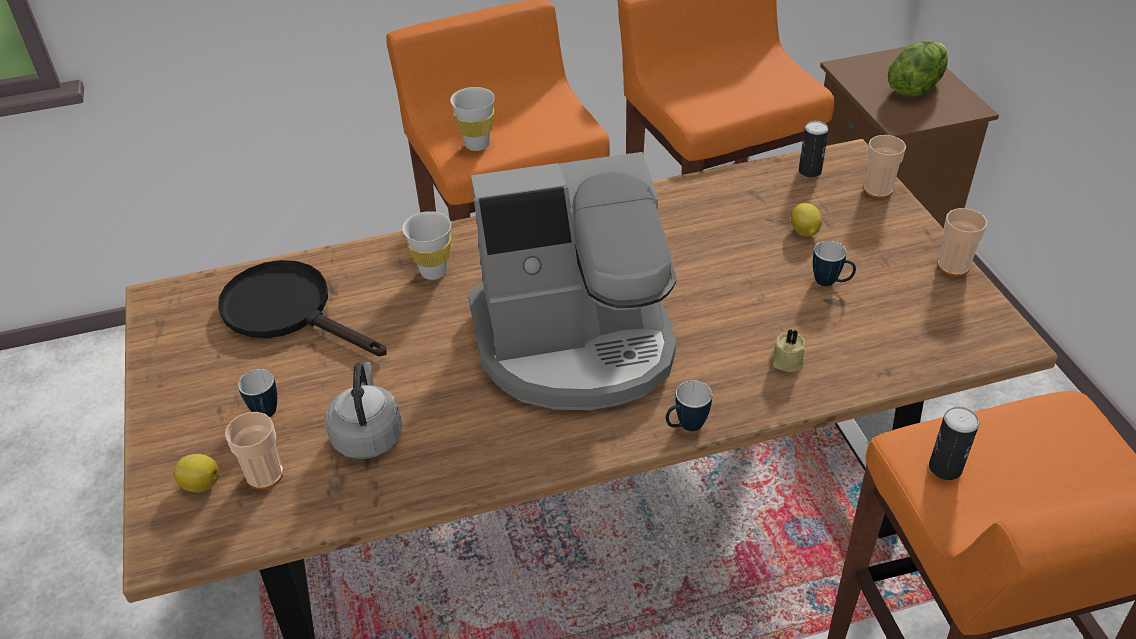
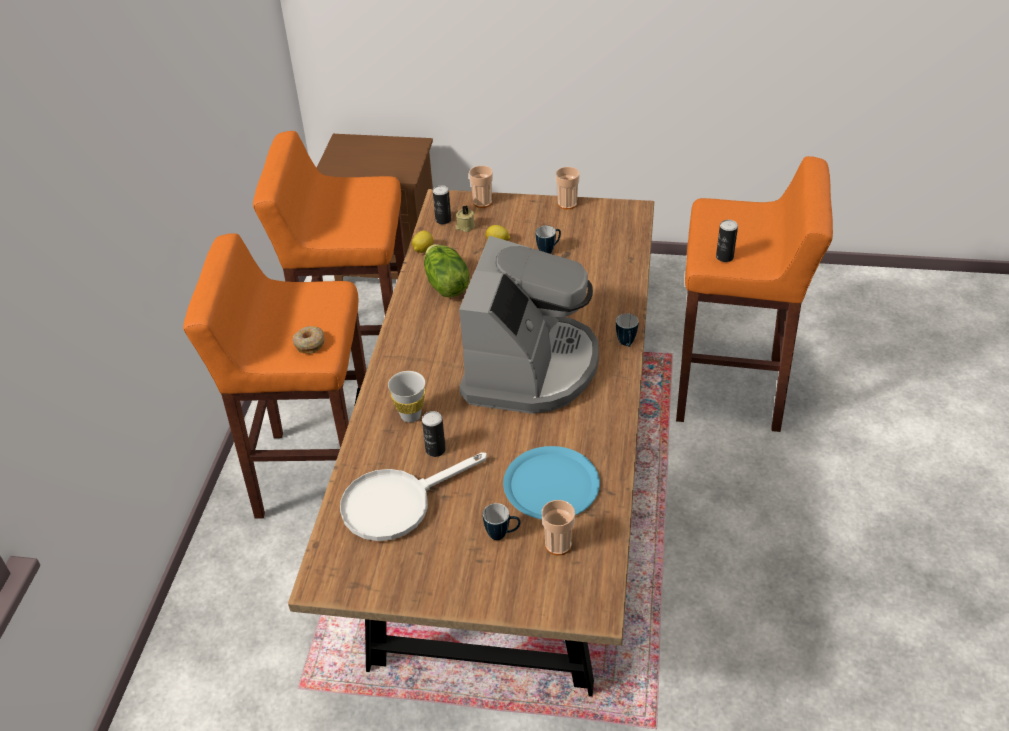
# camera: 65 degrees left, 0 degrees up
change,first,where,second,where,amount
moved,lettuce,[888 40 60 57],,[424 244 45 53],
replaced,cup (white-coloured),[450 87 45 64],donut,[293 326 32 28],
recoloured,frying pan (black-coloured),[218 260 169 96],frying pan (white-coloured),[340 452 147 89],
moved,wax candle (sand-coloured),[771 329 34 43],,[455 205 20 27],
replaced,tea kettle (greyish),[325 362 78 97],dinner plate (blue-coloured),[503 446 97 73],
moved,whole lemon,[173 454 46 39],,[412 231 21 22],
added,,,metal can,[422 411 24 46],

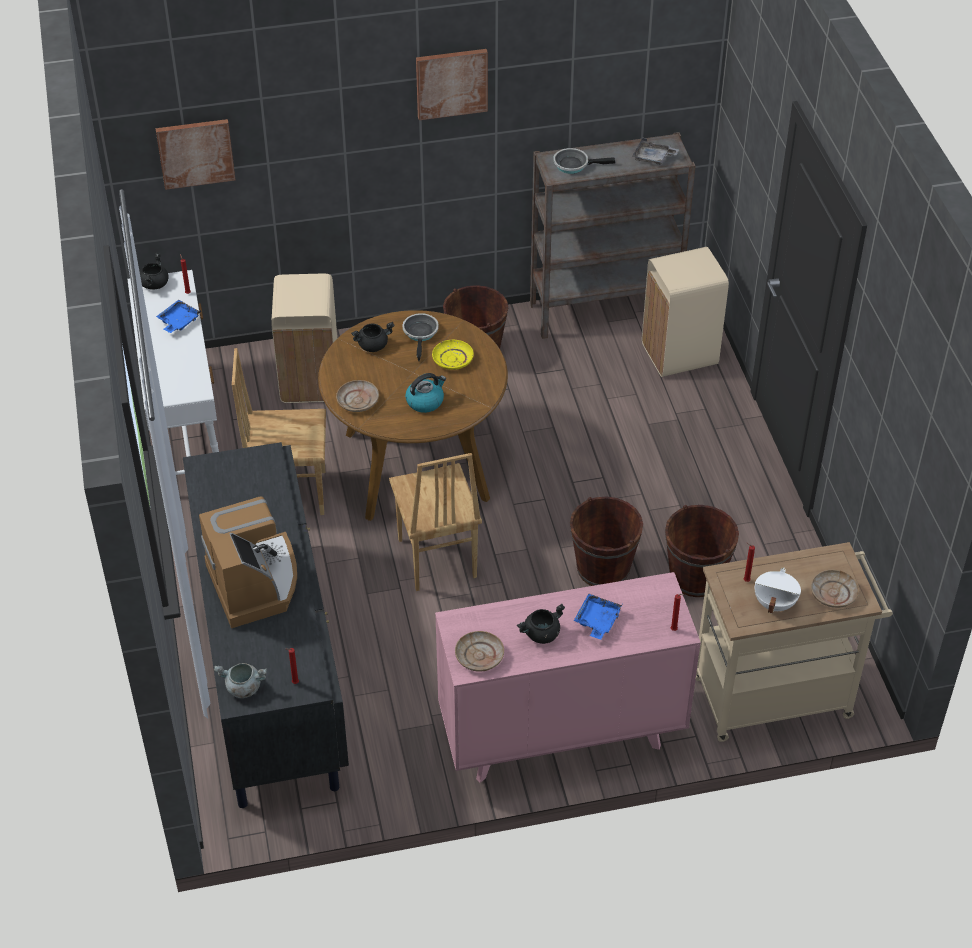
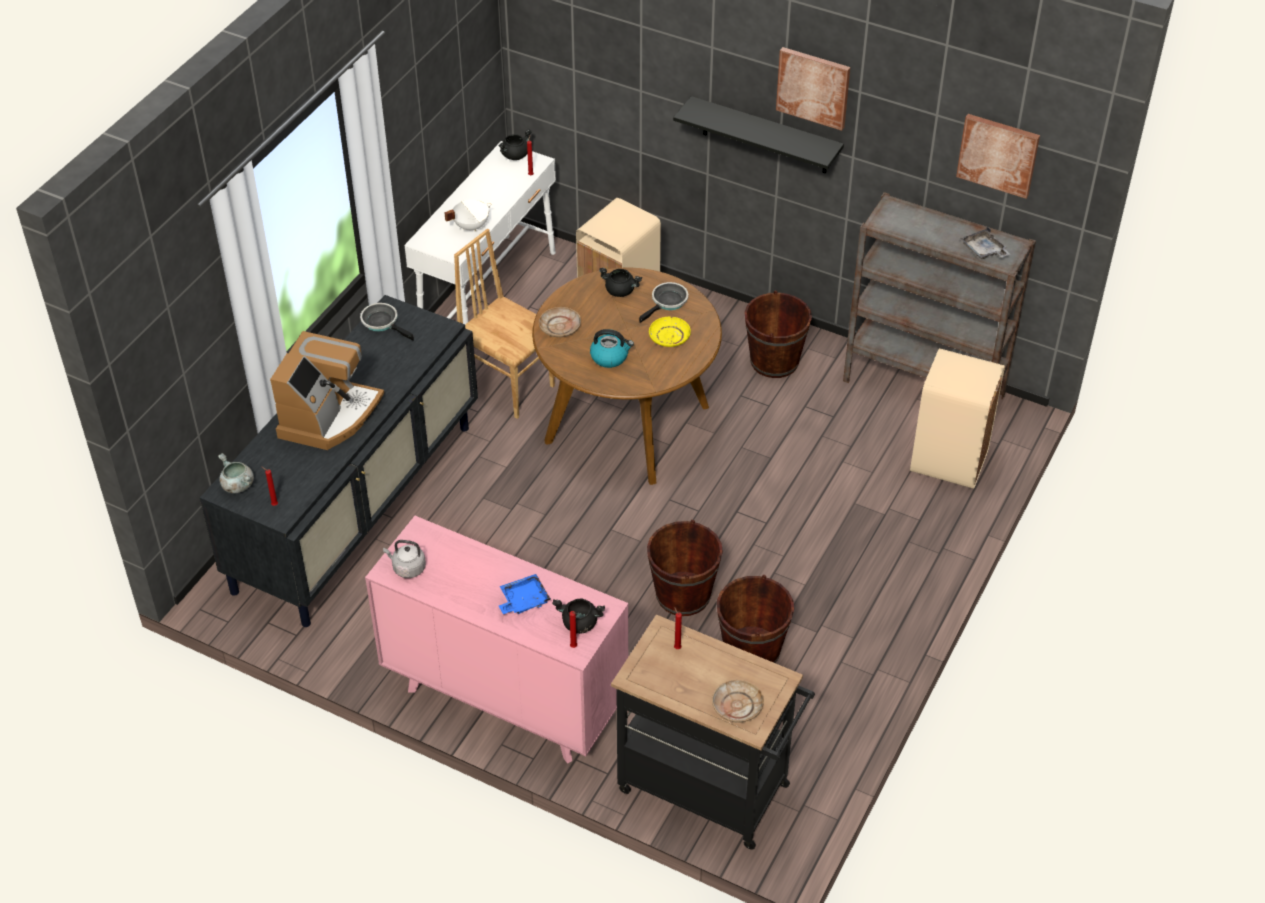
# camera: 40 degrees right, 0 degrees up
change,first,where,second,where,amount
moved,wall picture,[155 119 80 71],,[956 114 84 85],
moved,frying pan,[553 148 62 26],,[360 303 54 37],
removed,tray (blue-coloured),[156 300 45 33],,,
removed,plain chair (brownish),[389 453 93 138],,,
recoloured,trolley (sand-coloured),[696 542 197 200],trolley (black-coloured),[611 615 204 235],
moved,cooking pot (white-coloured),[755 567 46 47],,[444 199 48 32],
moved,cooking pot (black-coloured),[517 603 48 41],,[552 599 53 35],
replaced,dinner plate (sand-coloured),[455 631 49 41],tea kettle (greyish),[383 540 43 38],
added,,,shelf (black-coloured),[673 96 171 77],

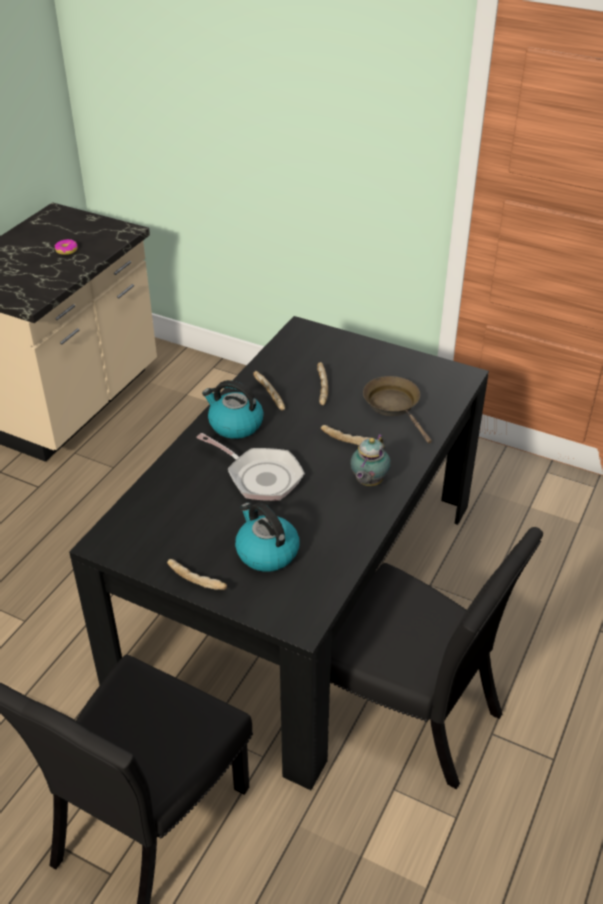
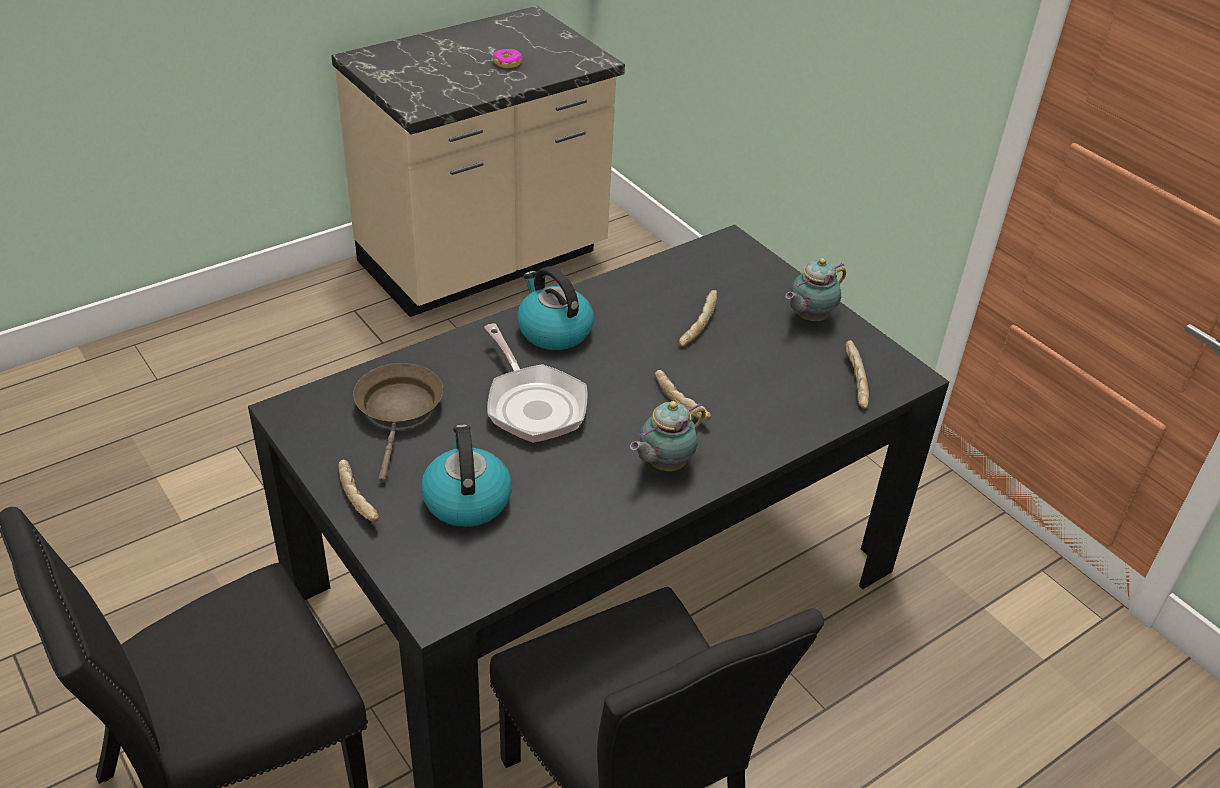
# camera: 25 degrees right, 0 degrees up
change,first,where,second,where,amount
moved,bakery bread,[253 371 32 39],,[845 340 24 68],
moved,frying pan (brownish),[363 376 69 67],,[353 363 90 120],
added,,,teapot,[785 258 61 63],

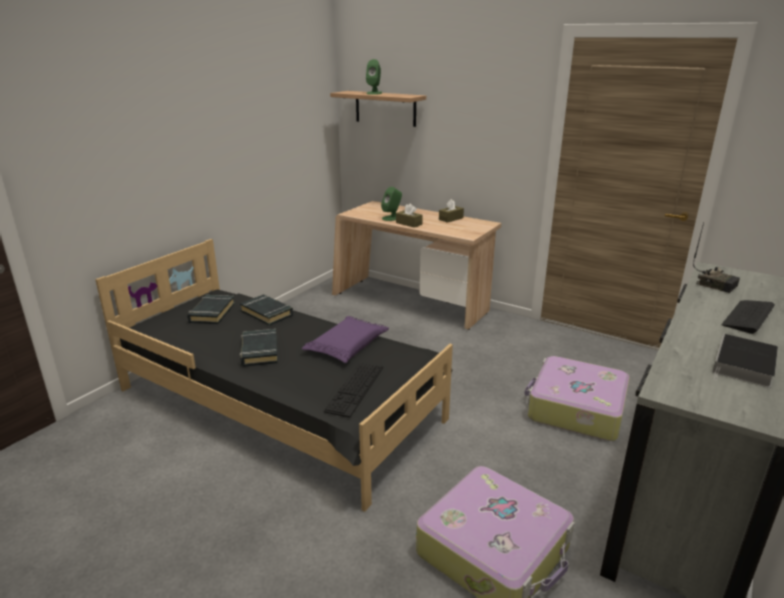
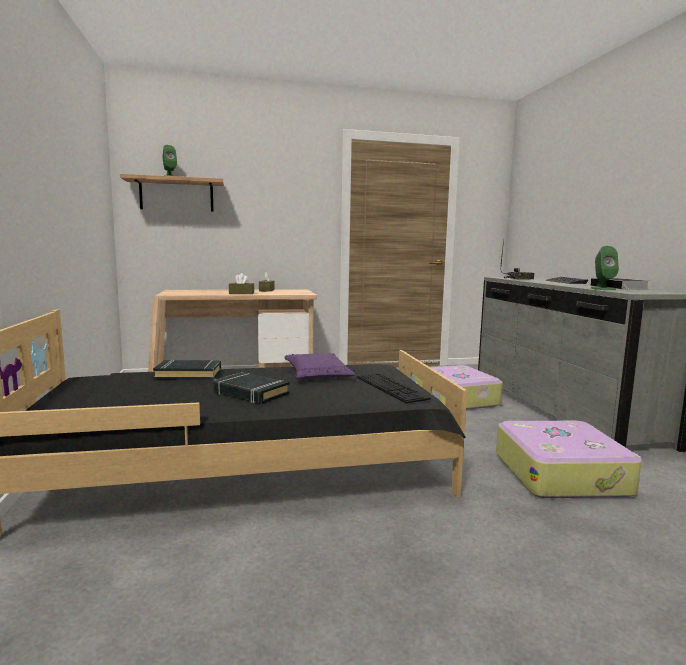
# camera: 45 degrees left, 15 degrees down
change,first,where,second,where,amount
moved,audio speaker (green),[381 187 21 34],,[591 246 28 44],
removed,volume (black-coloured),[187 295 48 29],,,

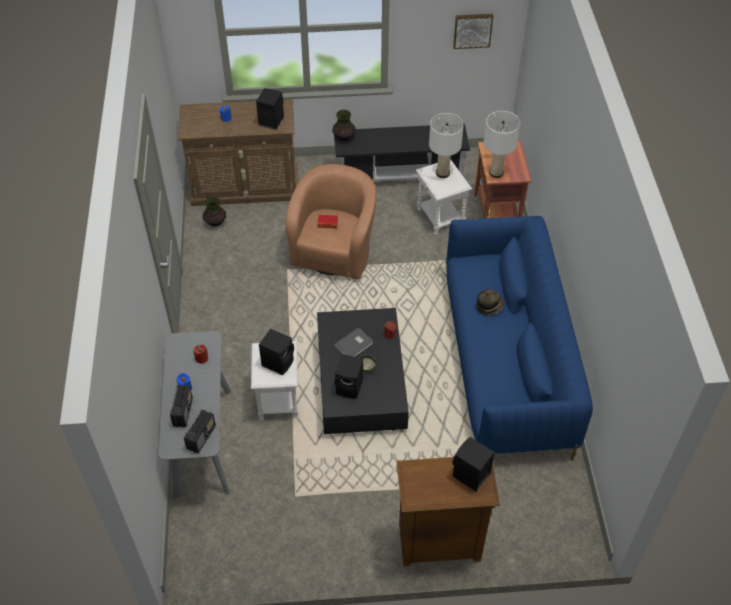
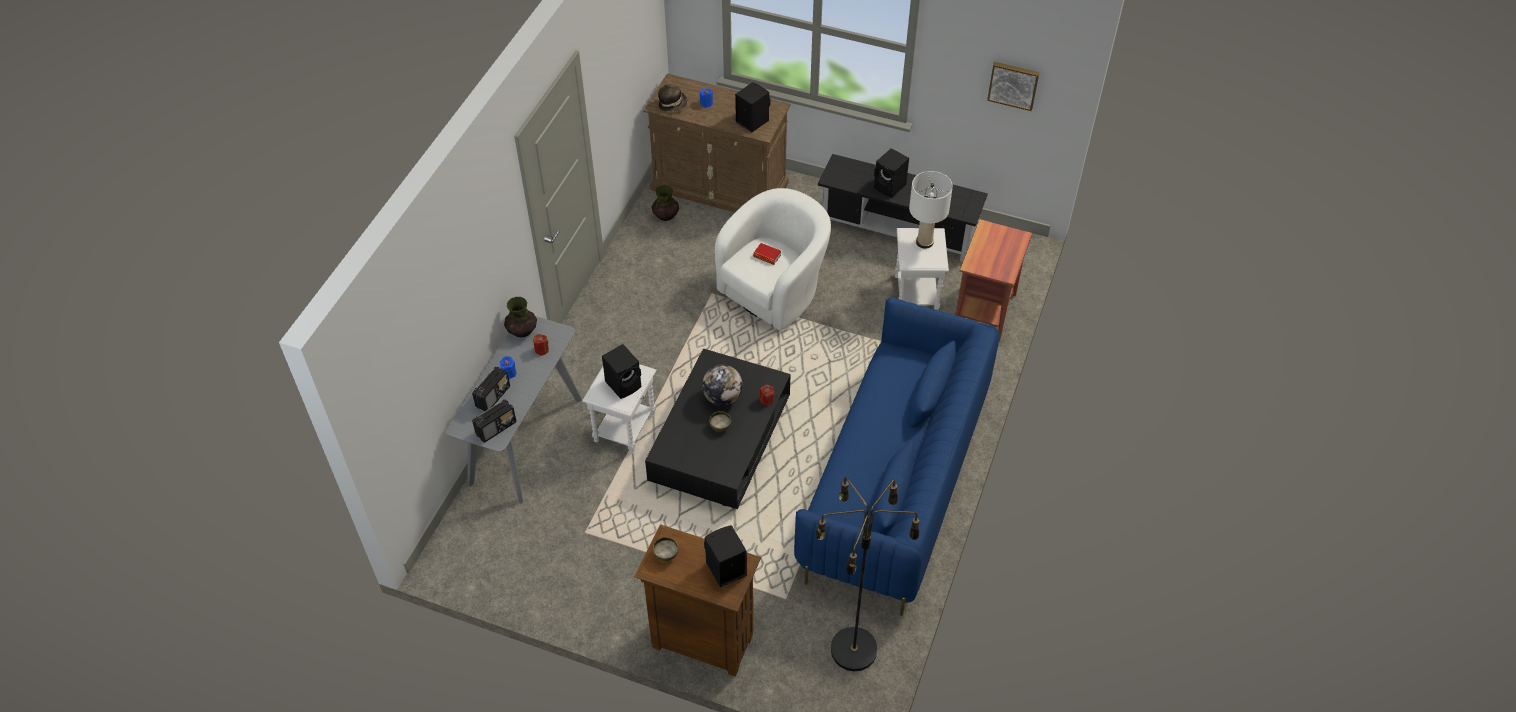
# camera: 25 degrees right, 0 degrees up
change,first,where,second,where,amount
moved,flower vase,[332 110 24 31],,[504 297 33 40],
removed,tabletop lamp (white-coloured),[484 111 36 67],,,
recoloured,easy chair (brownish),[286 164 91 115],easy chair (white-coloured),[715 188 116 143],
moved,hat,[476 289 28 27],,[658 84 30 28],
replaced,volume (greyish),[334 328 39 29],desk globe,[702 365 41 41],
moved,audio speaker (black-coloured),[335 354 28 45],,[874 148 35 50],
added,,,standard lamp,[816 477 103 194],
added,,,deep dish,[653 537 25 24],

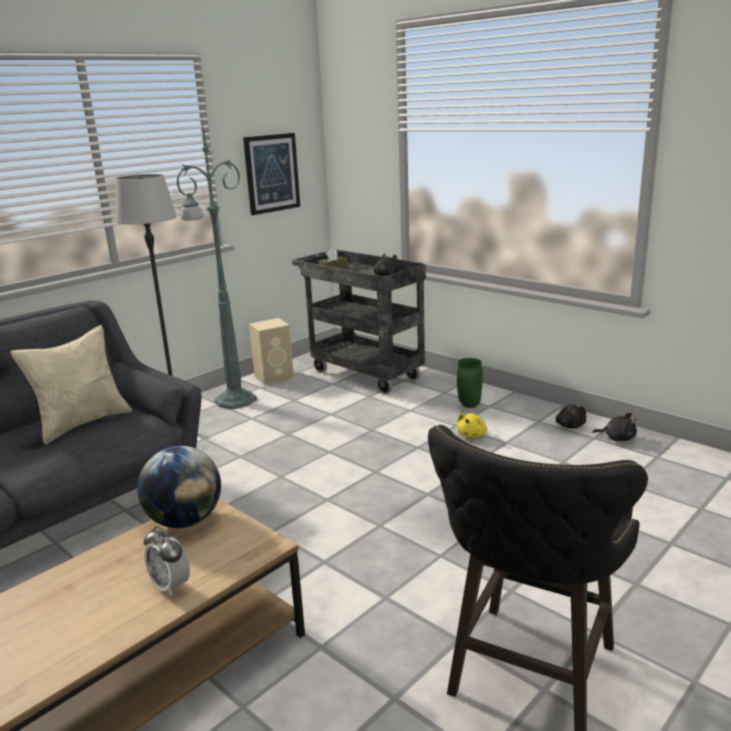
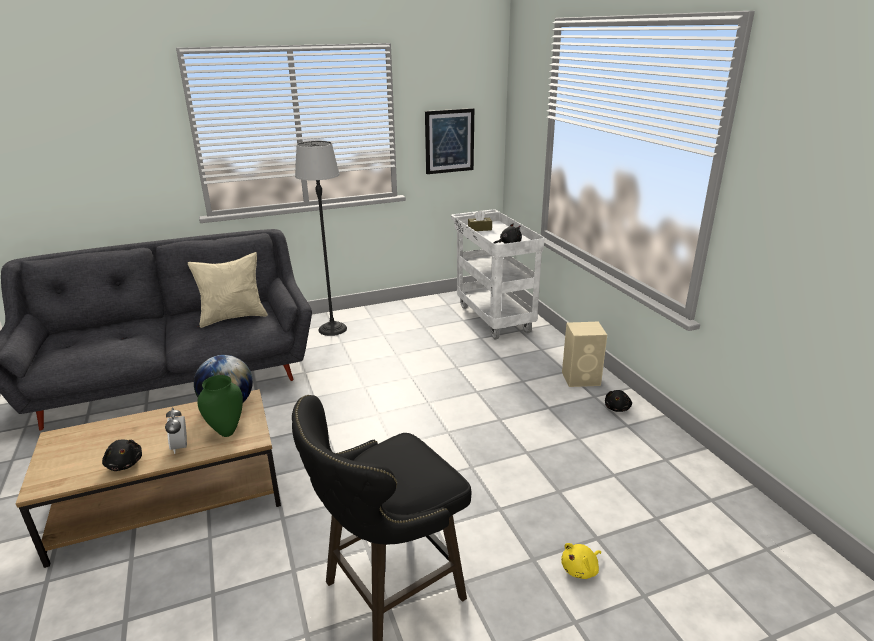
# camera: 25 degrees right, 5 degrees up
change,first,where,second,where,amount
removed,standard lamp (green),[176 120 81 289],,,
recoloured,trolley (black-coloured),[292 249 134 145],trolley (white-coloured),[451 209 94 130],
moved,audio speaker (sand-coloured),[249 318 45 67],,[562 322 45 65],
moved,flower vase (green),[457 358 26 50],,[197 375 46 62],
moved,plush toy (yellowish),[457 413 30 25],,[561 543 40 36],
moved,plush toy (black-coloured),[592 413 45 28],,[102 440 40 31],

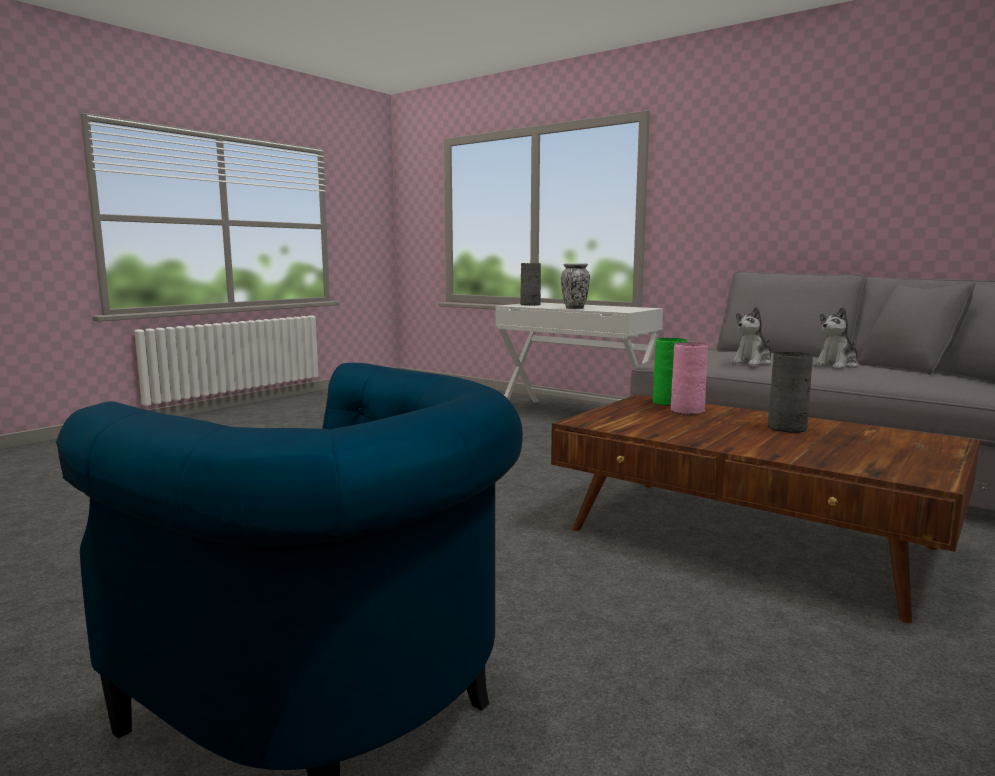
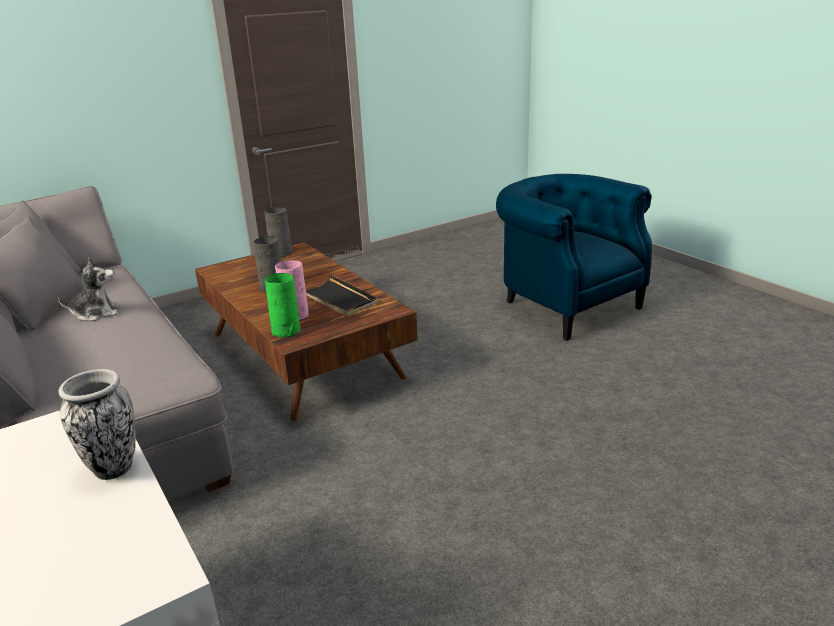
# camera: 160 degrees left, 15 degrees up
change,first,where,second,where,amount
moved,flower vase (greyish),[520 263 21 43],,[265 207 27 50],
removed,plush toy,[731 307 41 59],,,
added,,,tray (black-coloured),[306 275 72 41],

